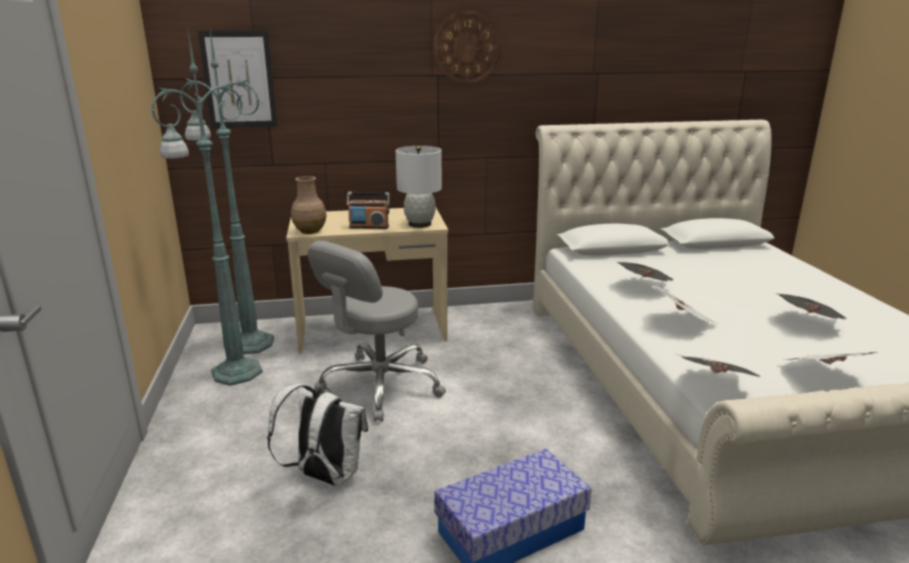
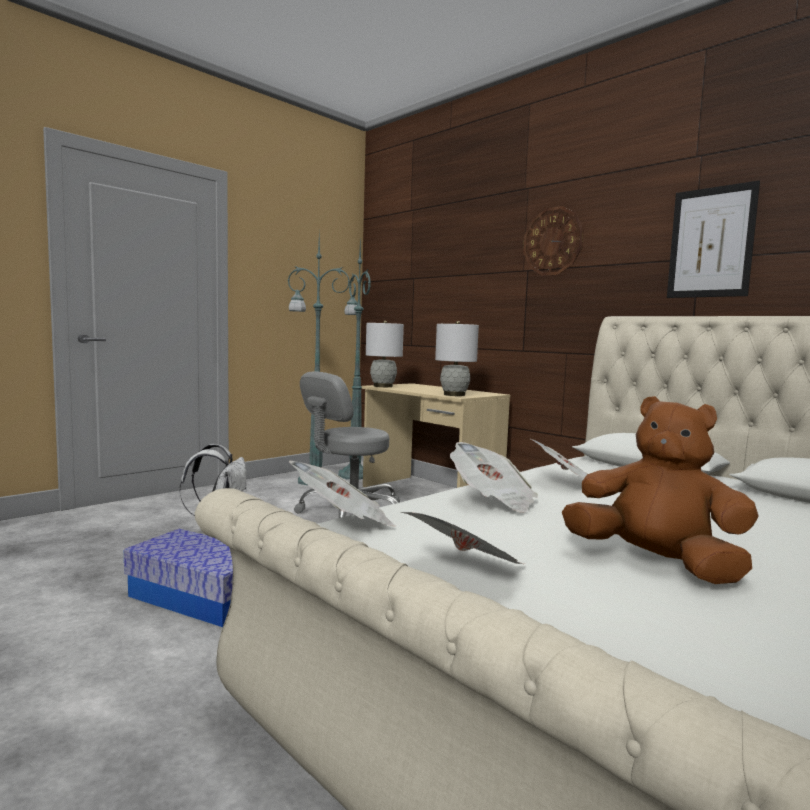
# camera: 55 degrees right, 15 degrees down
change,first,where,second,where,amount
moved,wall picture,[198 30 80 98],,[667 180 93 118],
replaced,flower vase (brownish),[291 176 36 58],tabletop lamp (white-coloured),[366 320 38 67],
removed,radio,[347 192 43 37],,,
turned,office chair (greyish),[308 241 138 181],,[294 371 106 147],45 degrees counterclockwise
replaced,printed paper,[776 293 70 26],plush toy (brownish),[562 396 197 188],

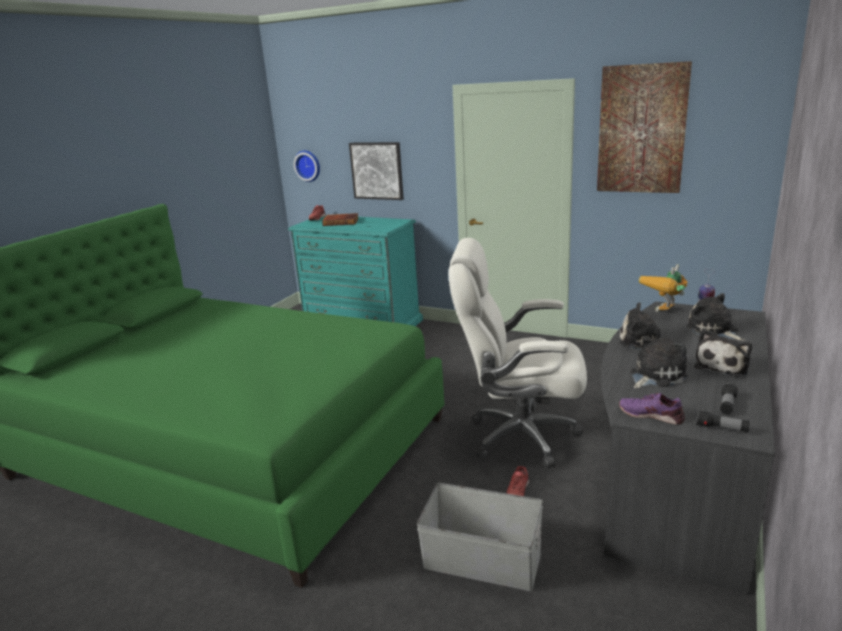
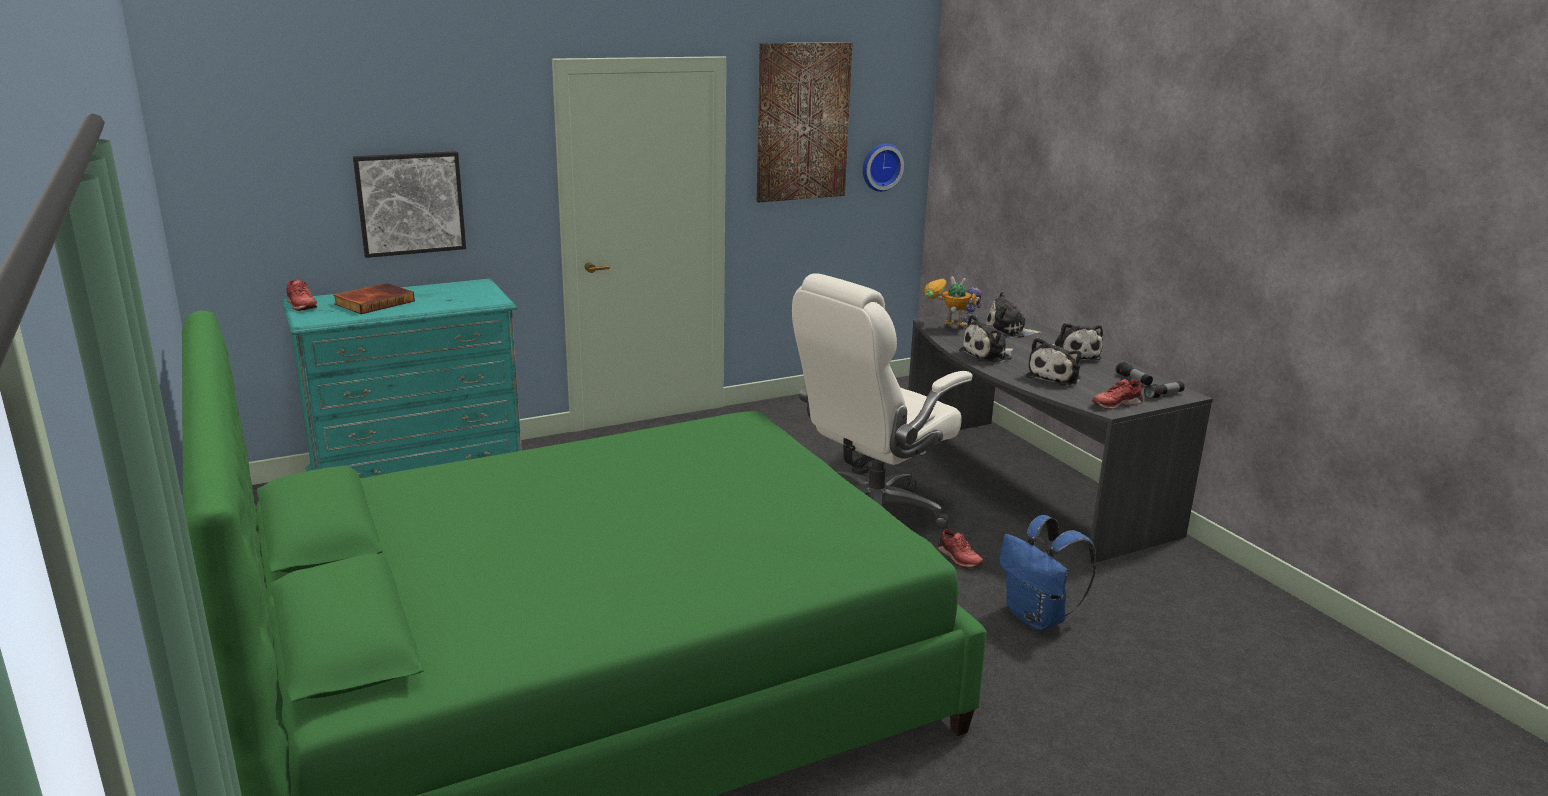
# camera: 55 degrees left, 0 degrees up
change,first,where,second,where,amount
moved,wall clock,[294 150 26 32],,[863 143 41 49],
turned,model robot,[639 264 48 48],,[924 276 56 51],120 degrees clockwise
turned,plush toy,[630 336 58 53],,[1026 337 55 49],150 degrees counterclockwise
recoloured,shoe (purple),[619 393 66 31],shoe (red),[1092 379 51 30],
replaced,storage box (greyish),[417 483 126 108],rucksack (blue-coloured),[999 515 97 116],

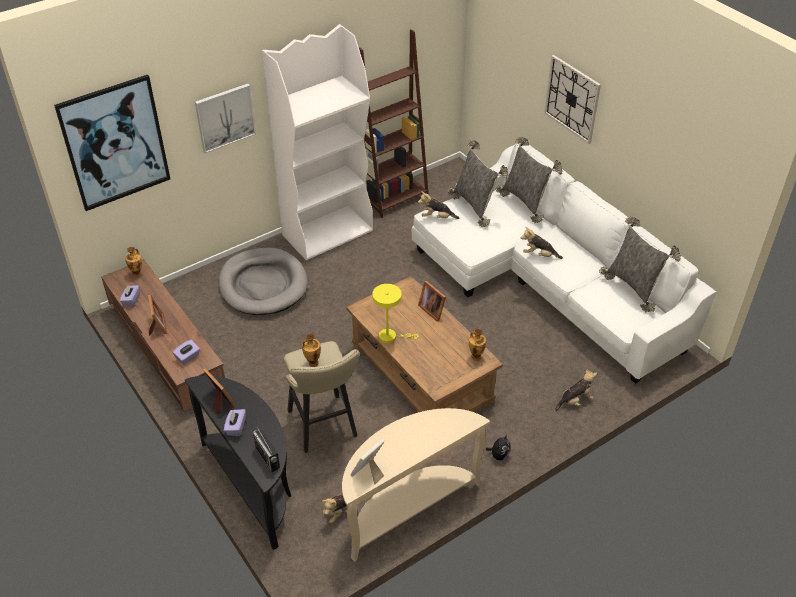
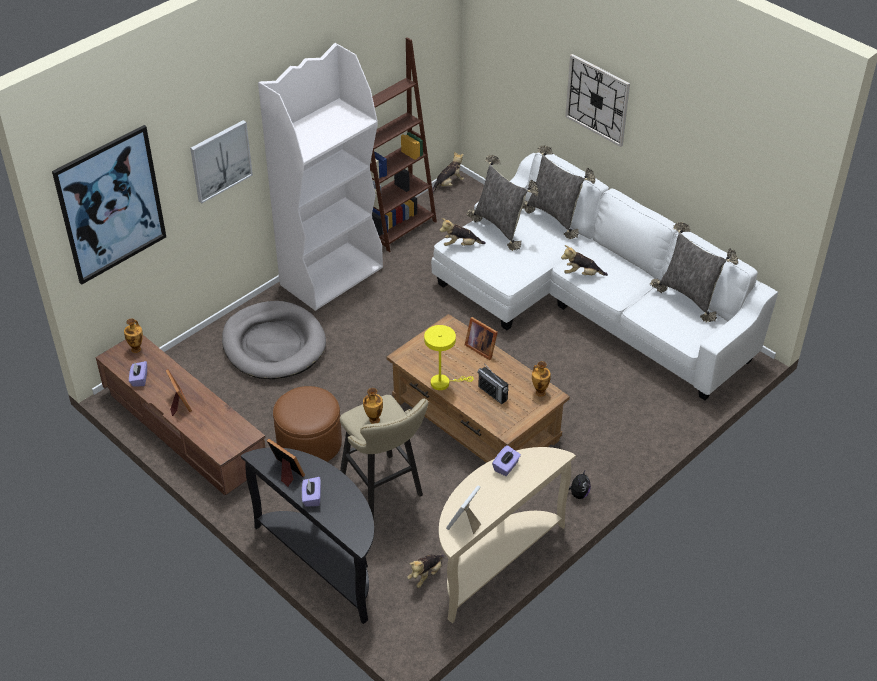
# camera: 10 degrees left, 0 degrees up
change,first,where,second,where,amount
moved,tissue holder (purple),[173 340 27 25],,[492 445 29 31],
moved,plush toy,[555 368 42 43],,[433 152 31 41],
moved,radio,[253 427 27 45],,[477 363 32 41],
added,,,footrest (brownish),[273 386 69 76],

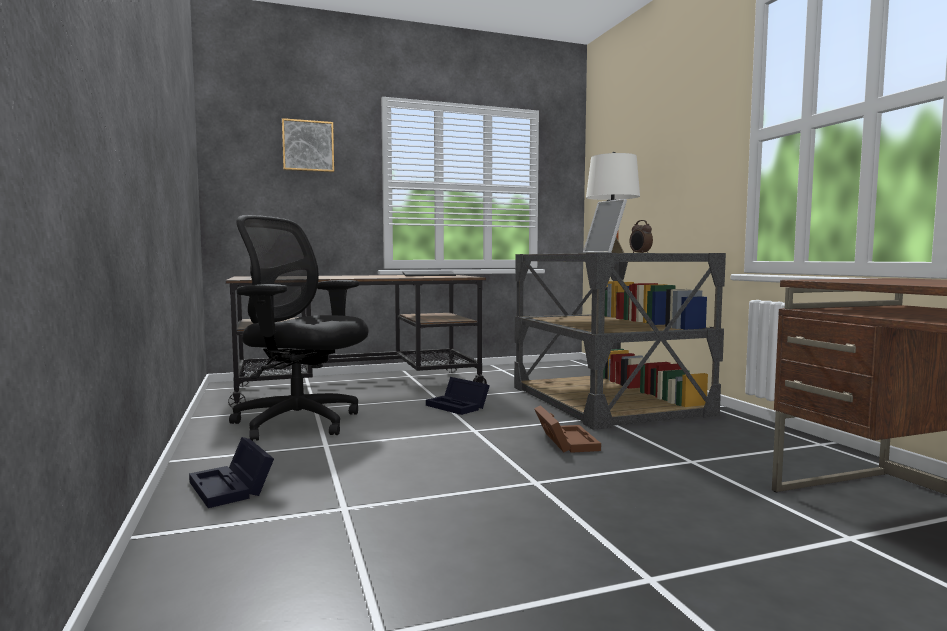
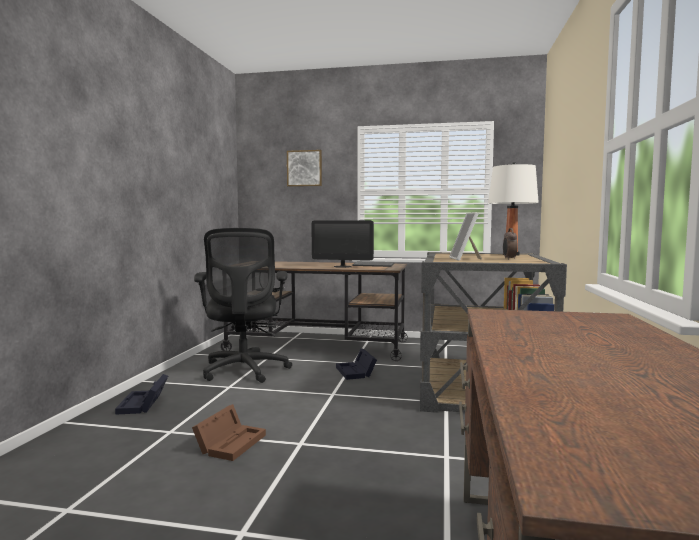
# camera: 30 degrees right, 0 degrees up
change,first,where,second,where,amount
turned,office chair (black-coloured),[229 215 139 226],,[194 228 98 155],150 degrees counterclockwise
moved,storage box (brownish),[534 405 67 48],,[192 404 74 57],
added,,,computer screen,[312 220 62 48],

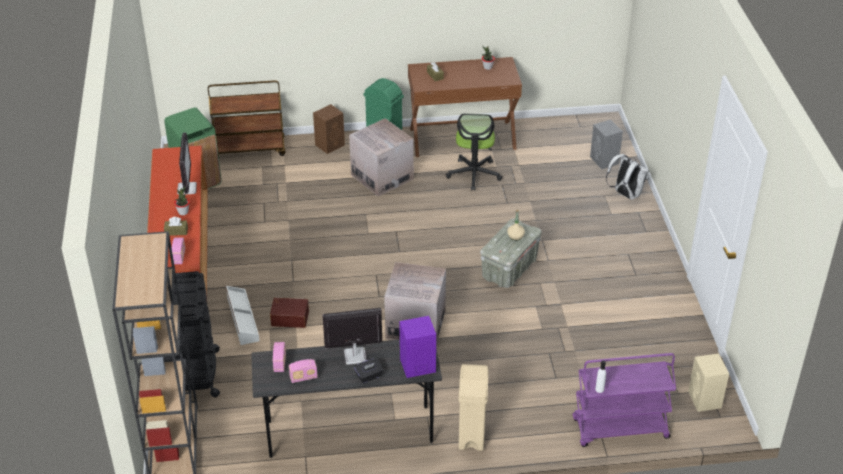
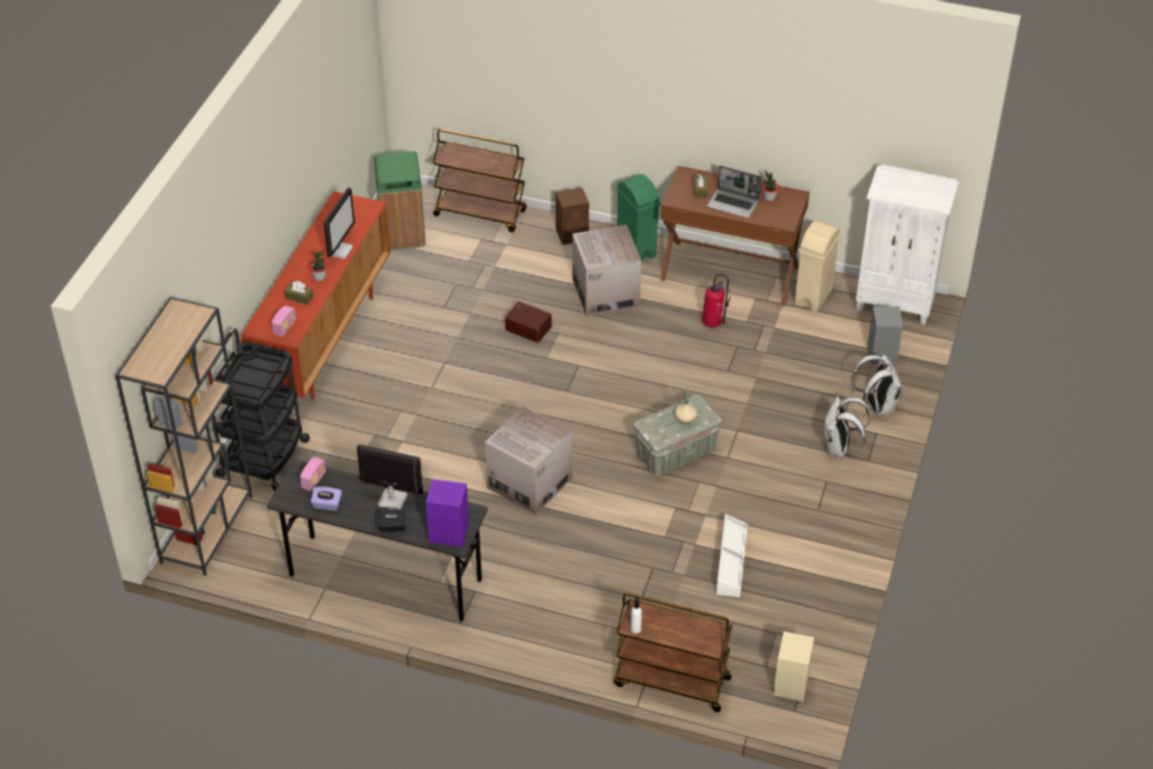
# camera: 25 degrees right, 5 degrees up
change,first,where,second,where,amount
replaced,office chair,[446 114 56 77],extinguisher,[702 274 29 53],
moved,storage box (white-coloured),[226 286 34 59],,[716 514 31 83],
moved,storage box (brownish),[270 297 39 31],,[505 301 47 42],
recoloured,trolley (purple),[573 353 103 94],trolley (brownish),[614 592 118 120],
replaced,radio,[289 359 29 24],tissue holder (purple),[310 486 32 25],
moved,waste bin (sand-coloured),[459 364 30 87],,[795 221 46 91],
added,,,storage cabinet (white-coloured),[856 164 103 161],
added,,,notebook computer,[707 165 54 53],
added,,,rucksack (white-coloured),[823 396 47 61],

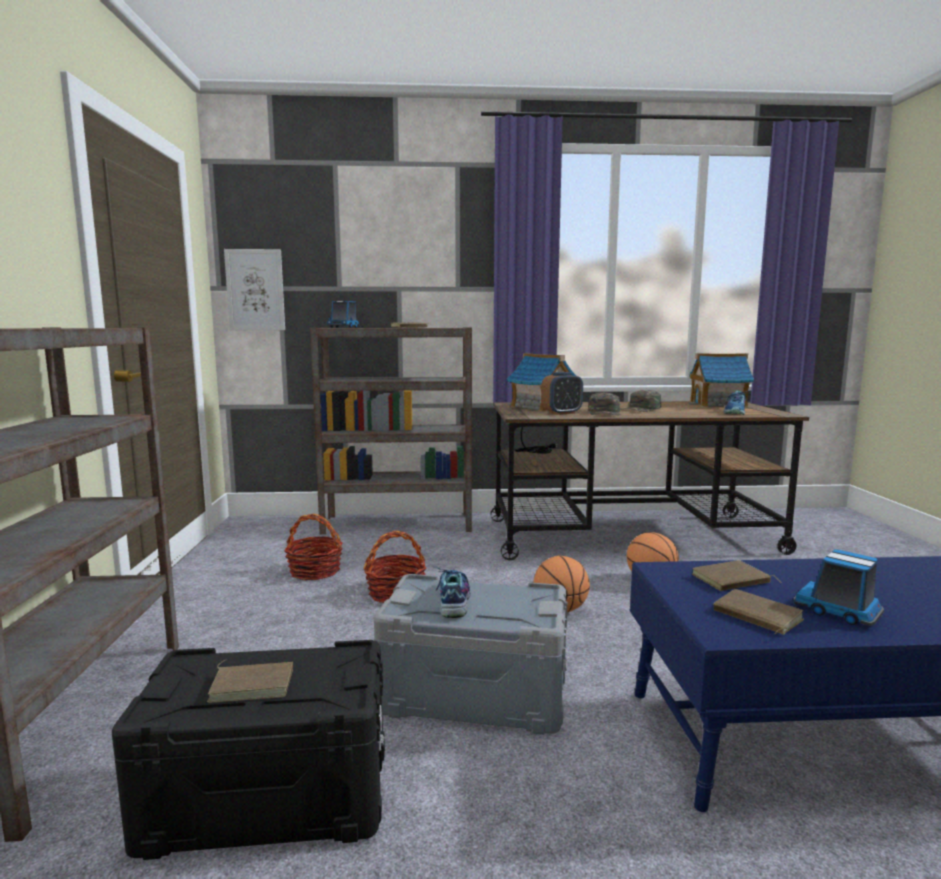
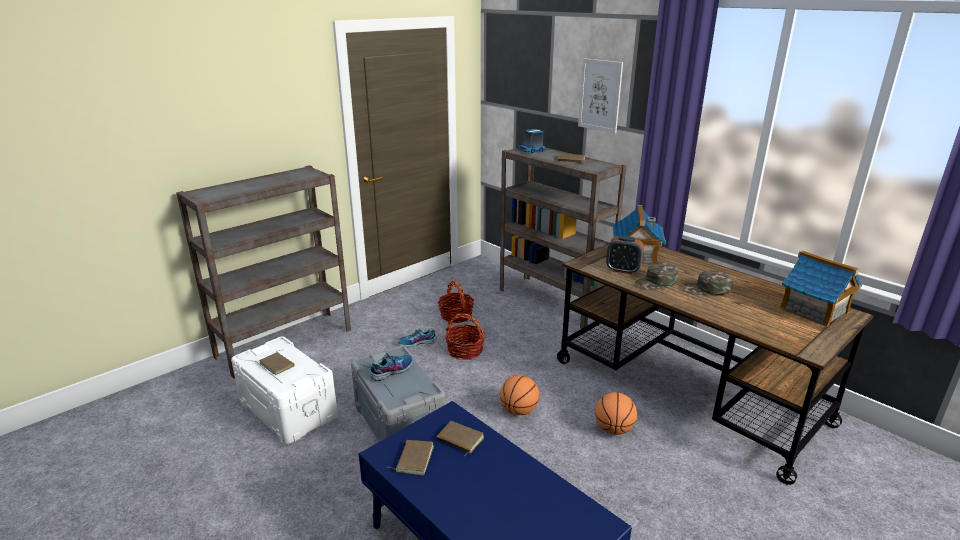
# camera: 50 degrees right, 15 degrees up
change,first,where,second,where,amount
moved,wall picture,[224 249 61 81],,[578 58 45 75],
moved,shoe,[723 390 27 25],,[398 328 39 20],
removed,toy truck,[793 549 91 77],,,
recoloured,storage box (black-coloured),[112 640 273 220],storage box (white-coloured),[231 336 107 108],

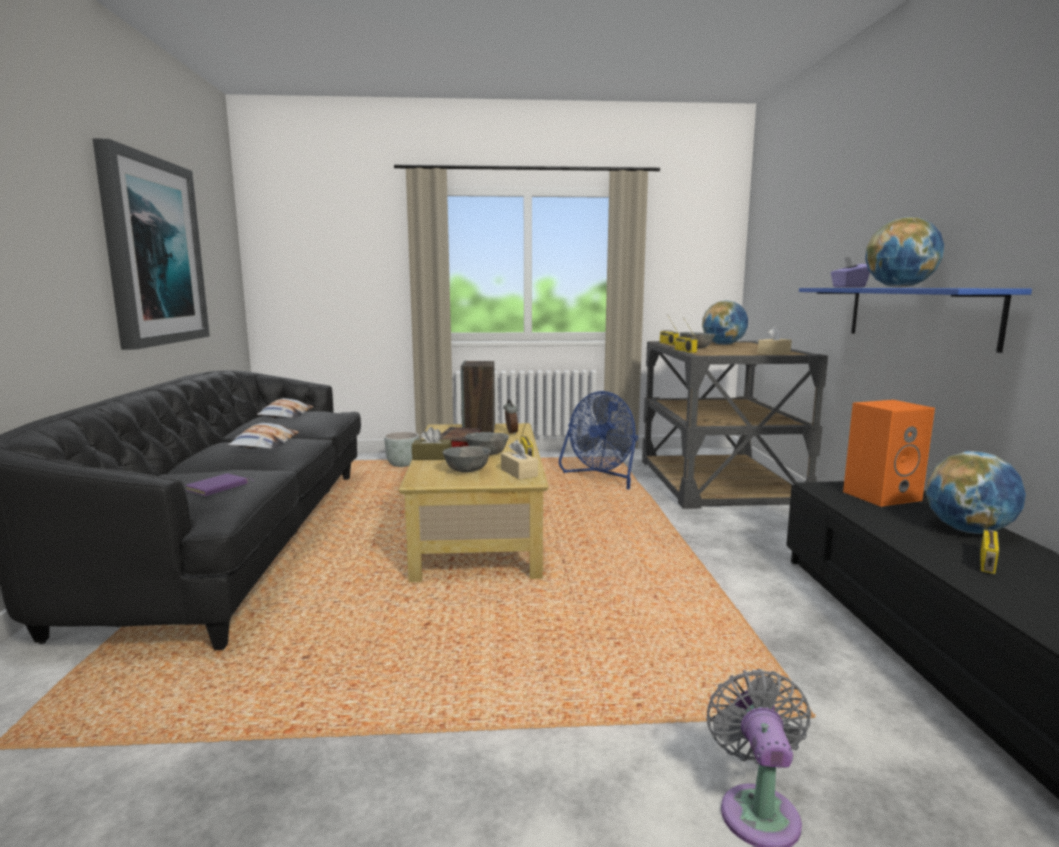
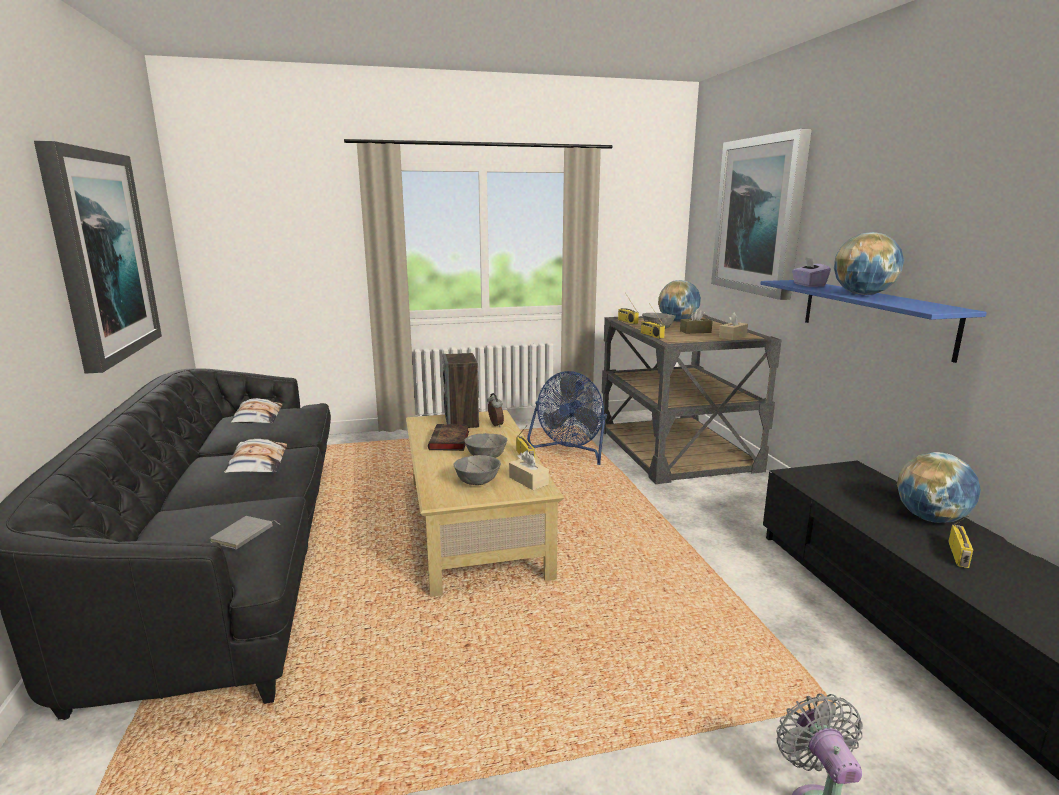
# camera: 10 degrees left, 5 degrees up
change,first,where,second,where,amount
removed,audio speaker (orange),[843 400 92 107],,,
moved,tissue holder (brownish),[412 427 40 33],,[680 309 33 25],
removed,planter (greyish),[384 432 35 35],,,
recoloured,volume (purple),[185 473 68 23],volume (greyish),[210 516 71 33],
added,,,wall picture,[711 129 101 171],

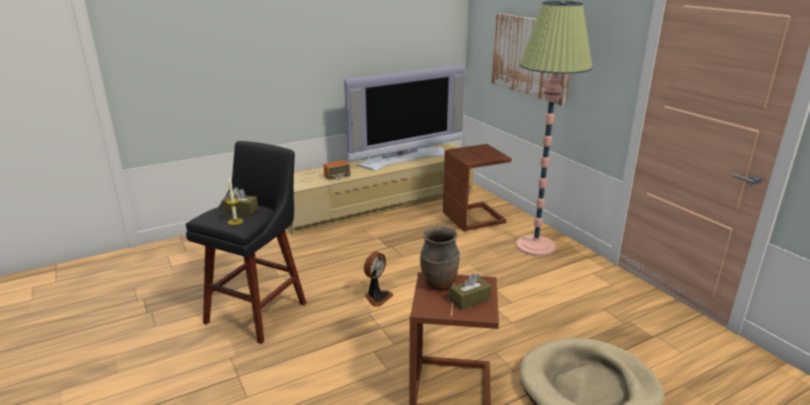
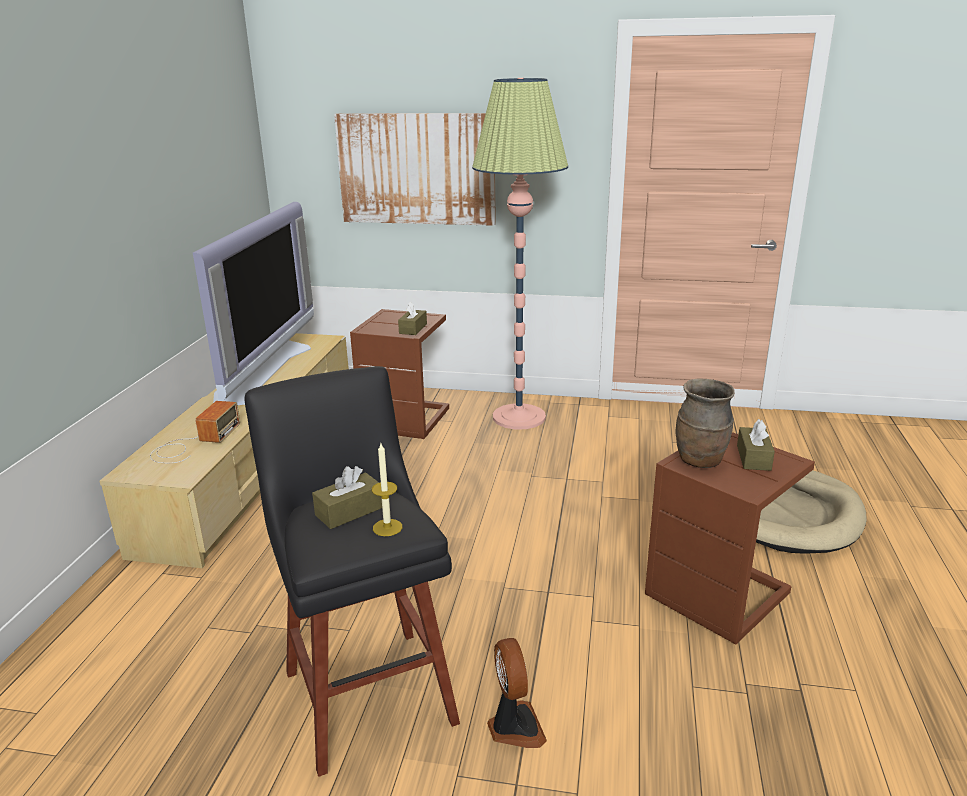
# camera: 50 degrees left, 0 degrees up
change,first,where,second,where,amount
moved,electric fan,[364 252 29 55],,[487 638 60 110],
added,,,tissue holder (brownish),[398 301 29 34],

